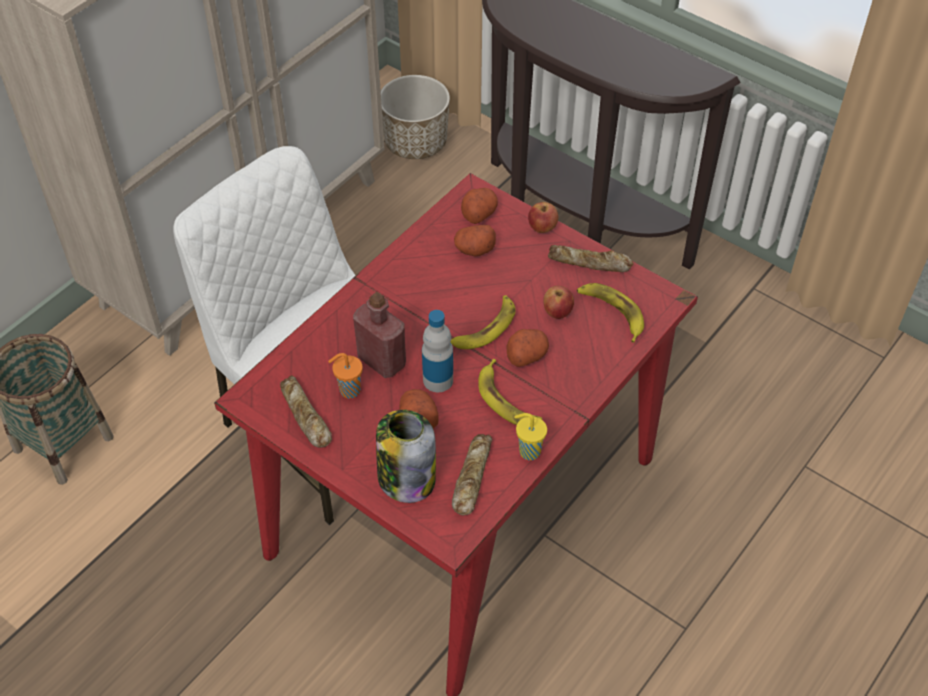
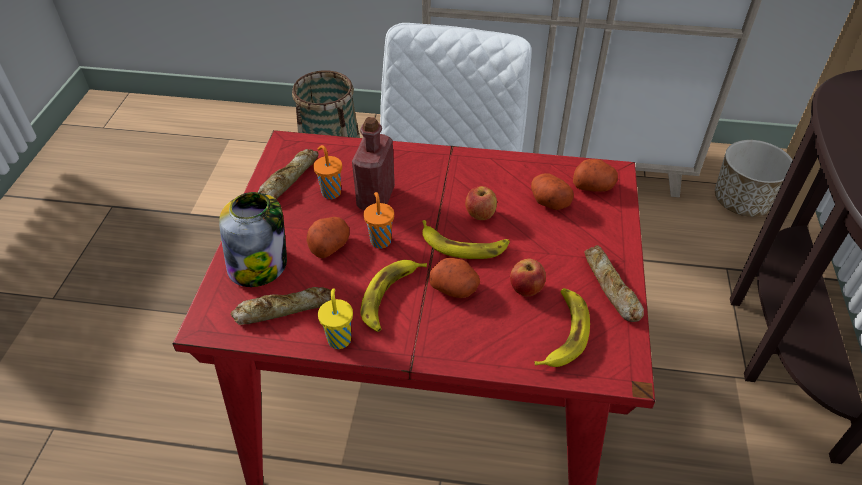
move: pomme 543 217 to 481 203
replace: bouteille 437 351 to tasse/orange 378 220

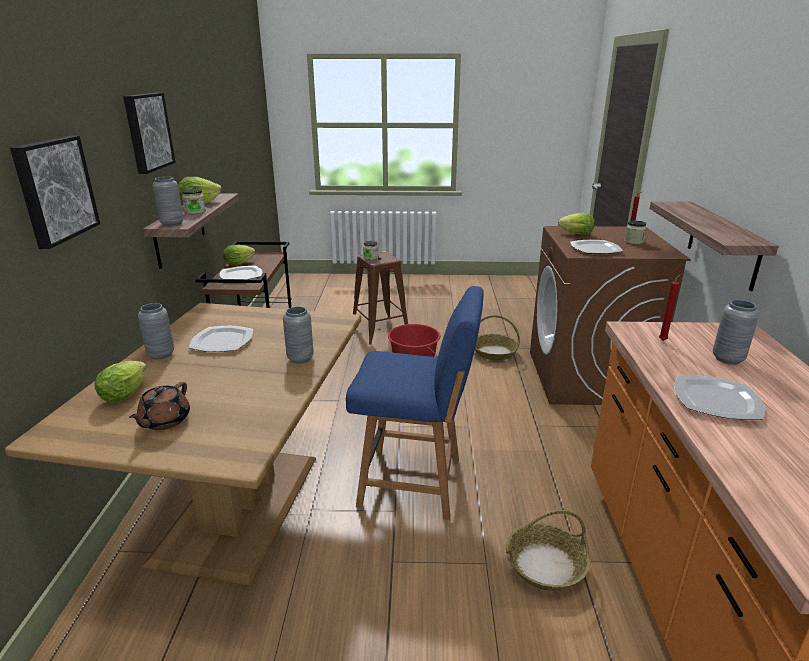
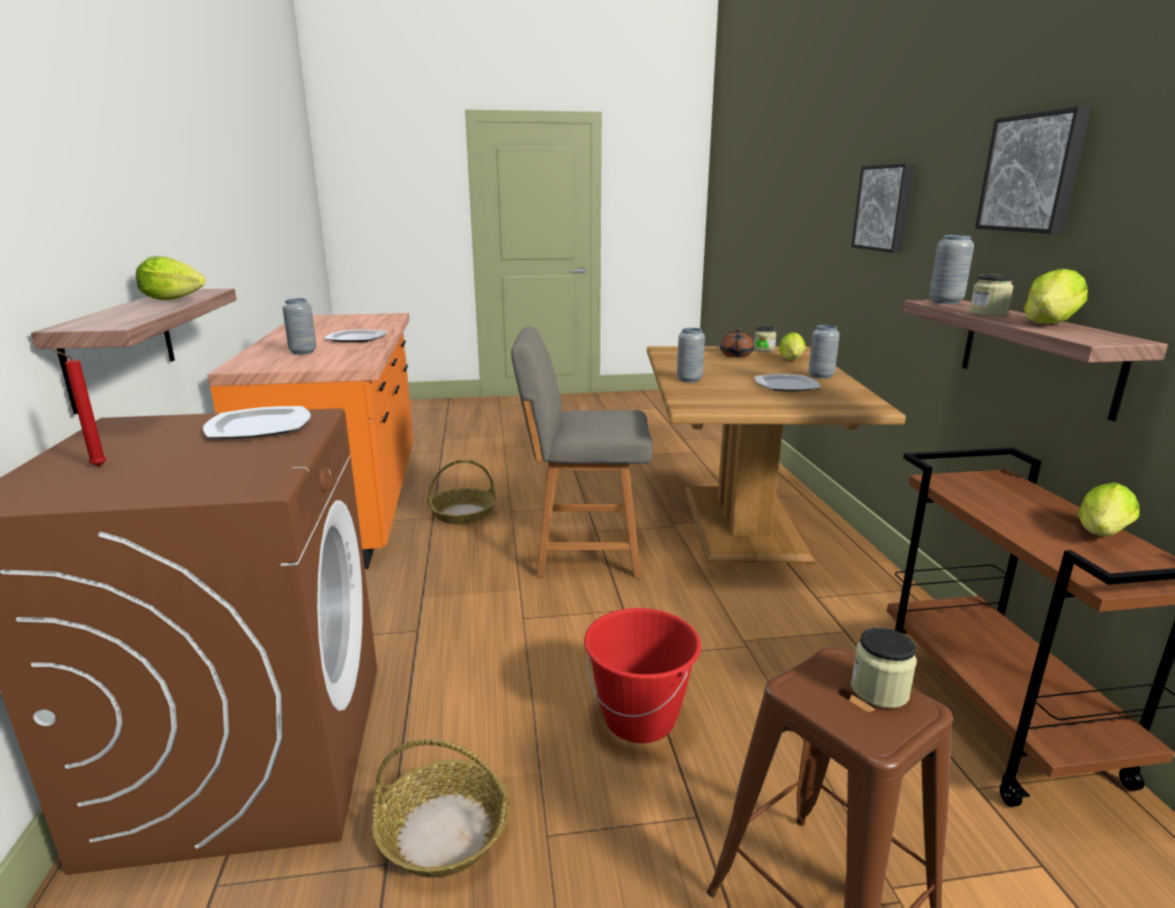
delete: assiette 240 272; bougie/rouge 669 308
move: laitue 576 224 to 171 278; bocal 635 232 to 765 339
recolor: chaise/bleu 415 403 to chaise/gris 581 452

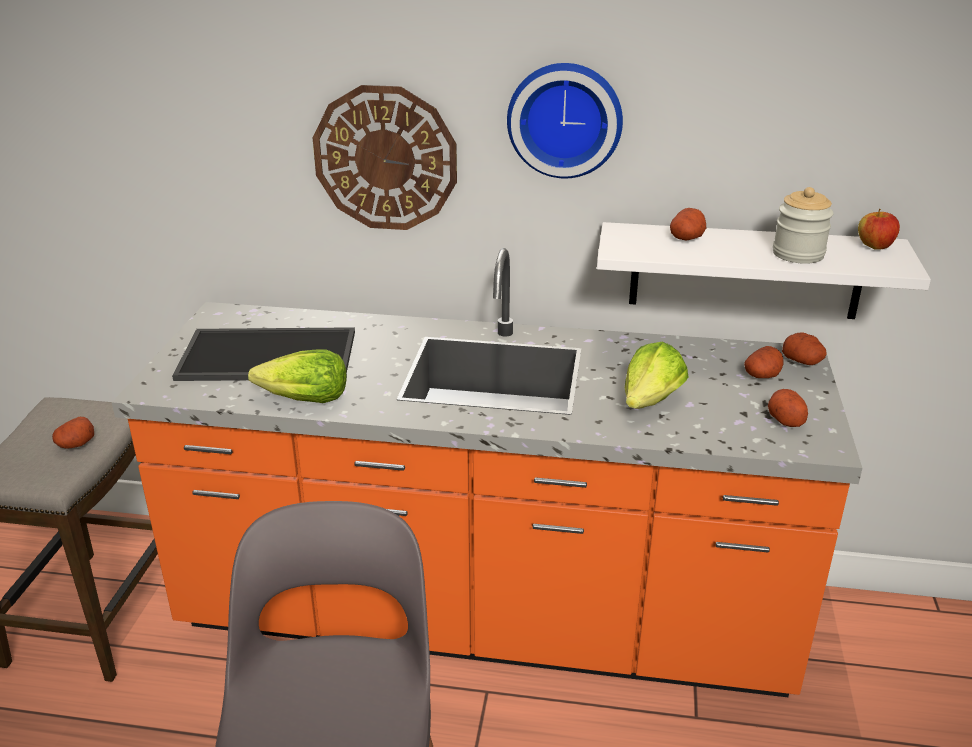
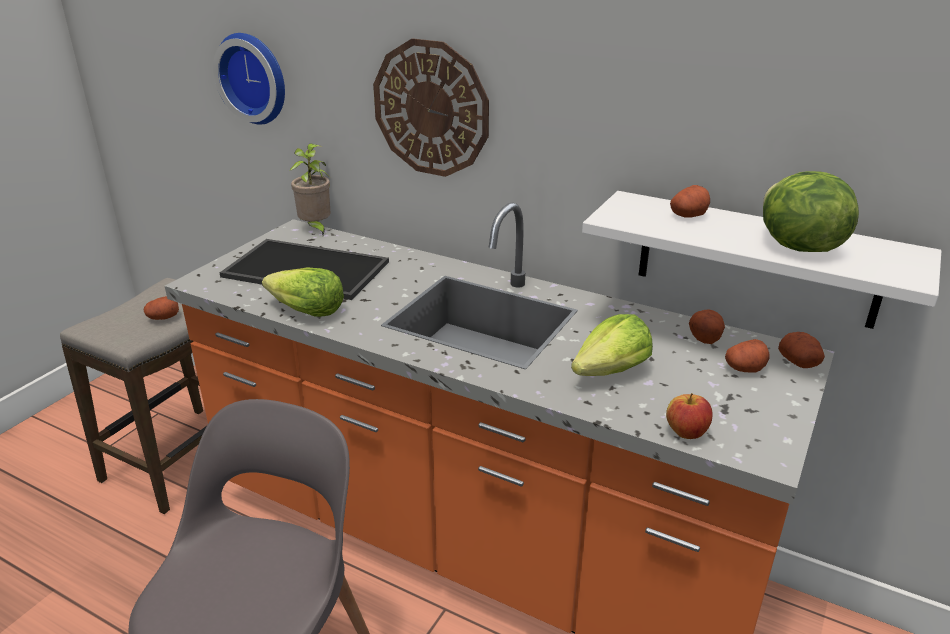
insert: plante en pot 310 189
move: horloge murale 565 120 to 249 79; pomme 879 229 to 689 416; pomme de terre 788 408 to 707 326
replace: bocal 803 225 to laitue 811 211

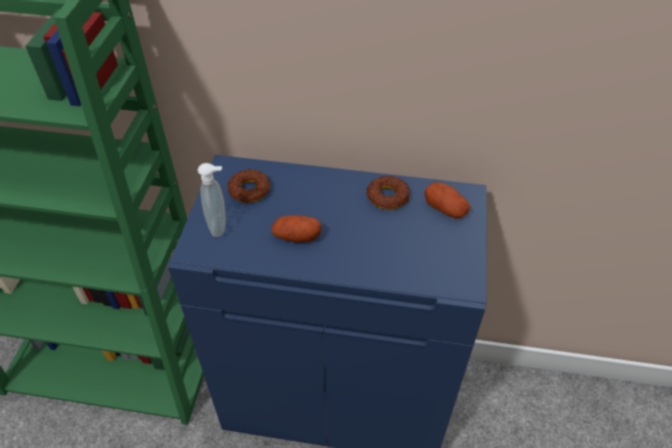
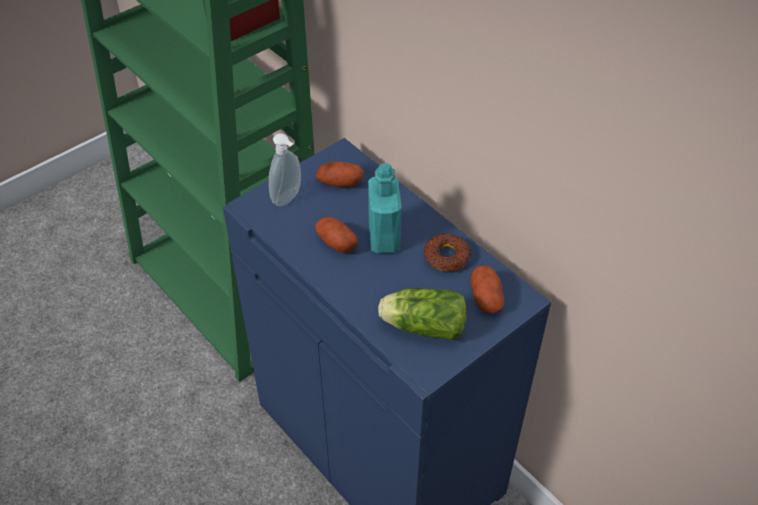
insert: bouteille/turquoise 385 208; laitue 422 314
replace: beignet 248 186 to pomme de terre 340 174

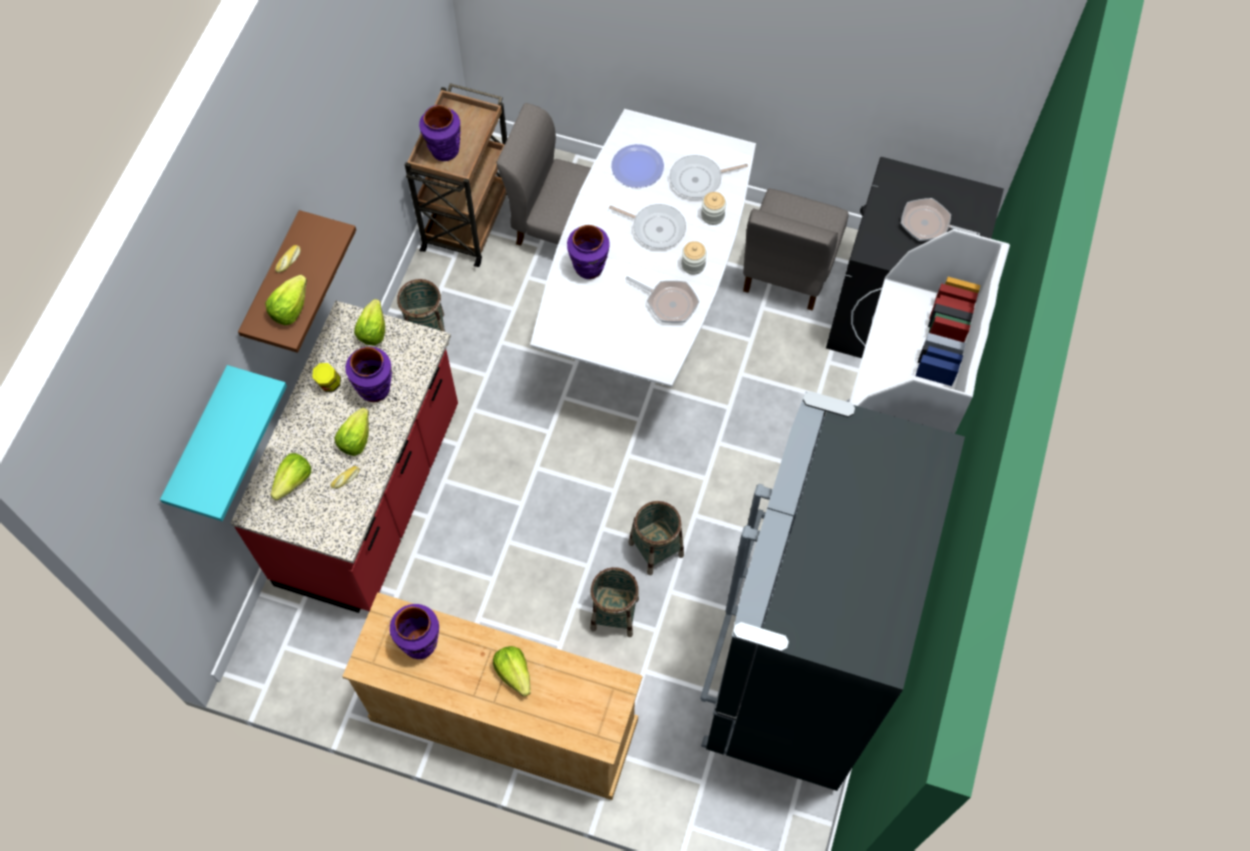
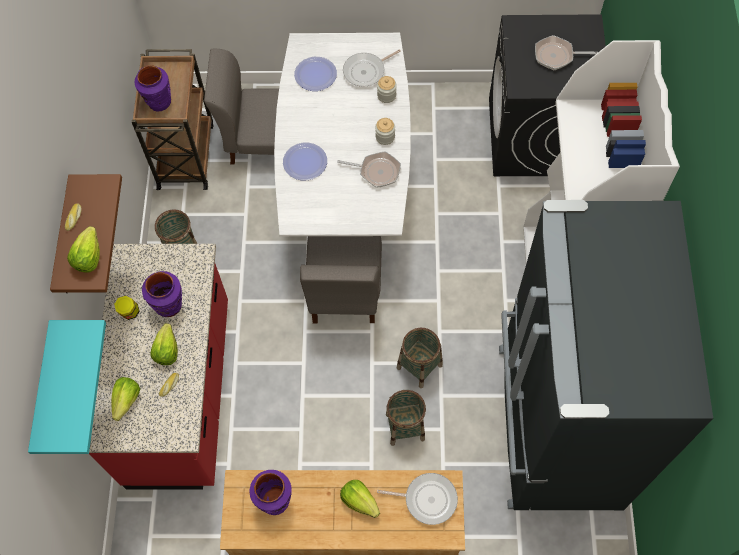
delete: laitue 369 322
move: chaise/gris 796 249 to 341 279; poêle 647 226 to 417 499
replace: vase/violet 588 252 to assiette 305 161

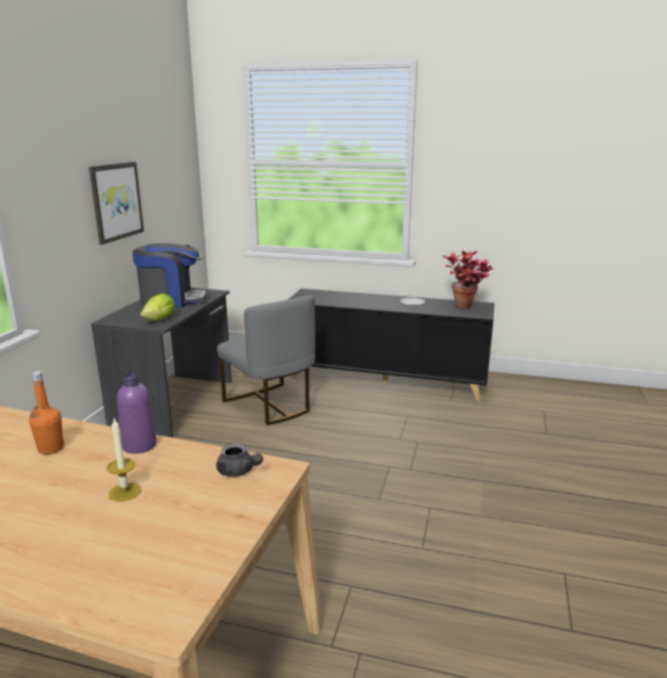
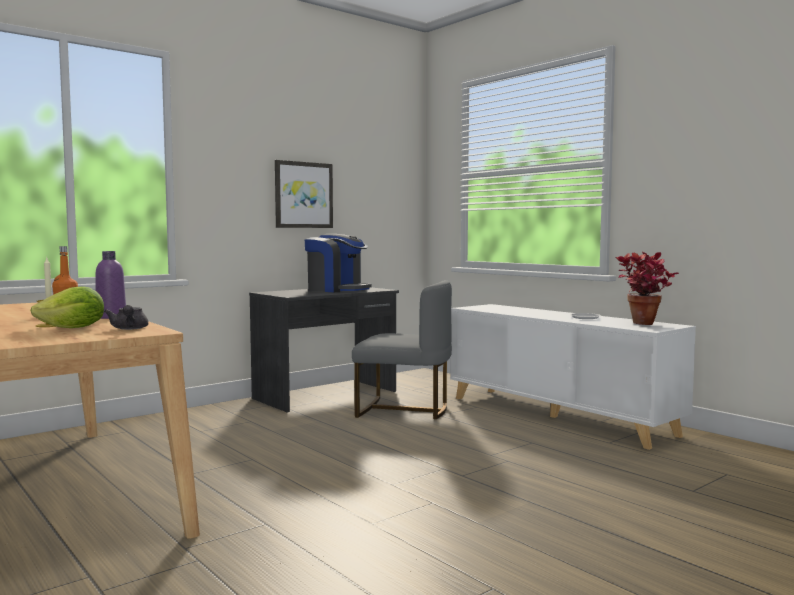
move: laitue 157 307 to 67 307
recolor: meuble de rangement/noir 391 345 to meuble de rangement/blanc 573 377
rotate: chaise/gris 266 360 = 402 349 75 degrees counterclockwise

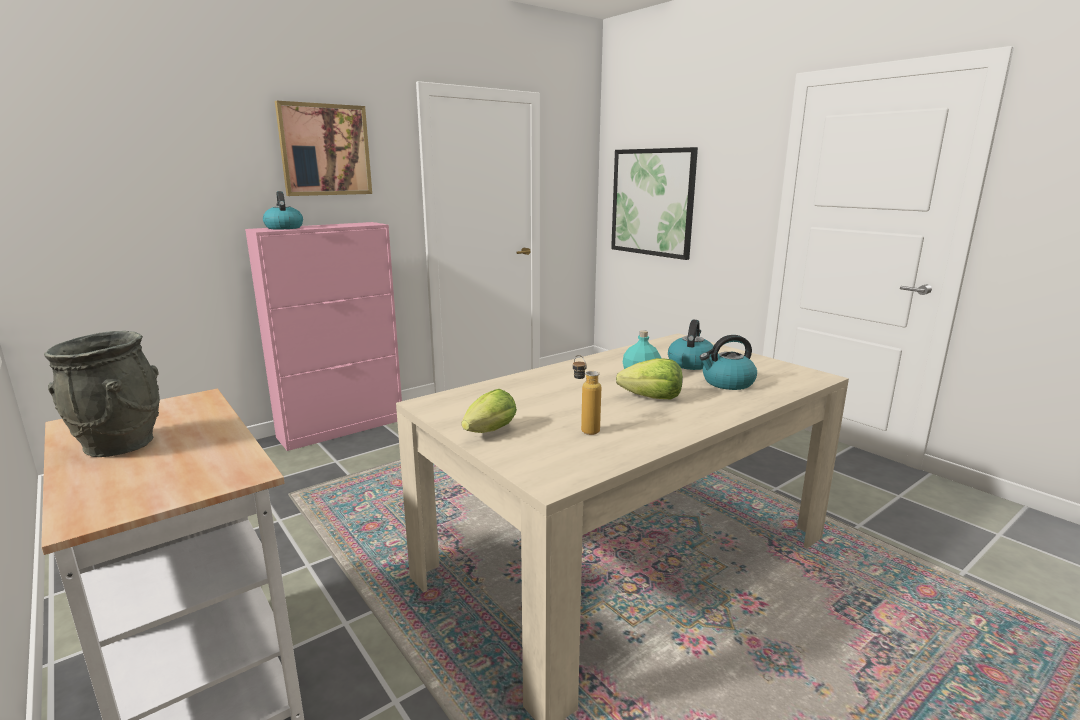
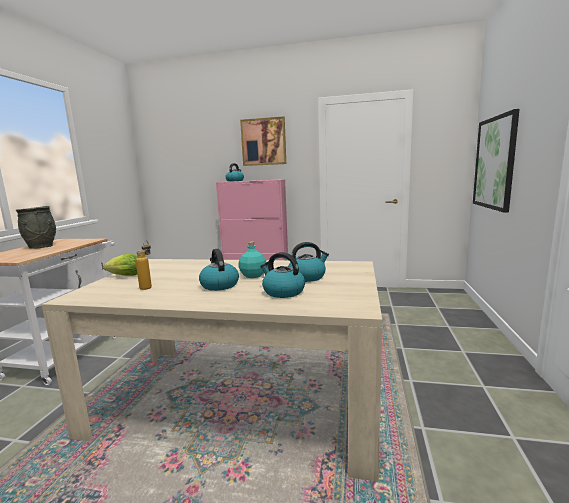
replace: laitue 649 378 to bouilloire 219 270

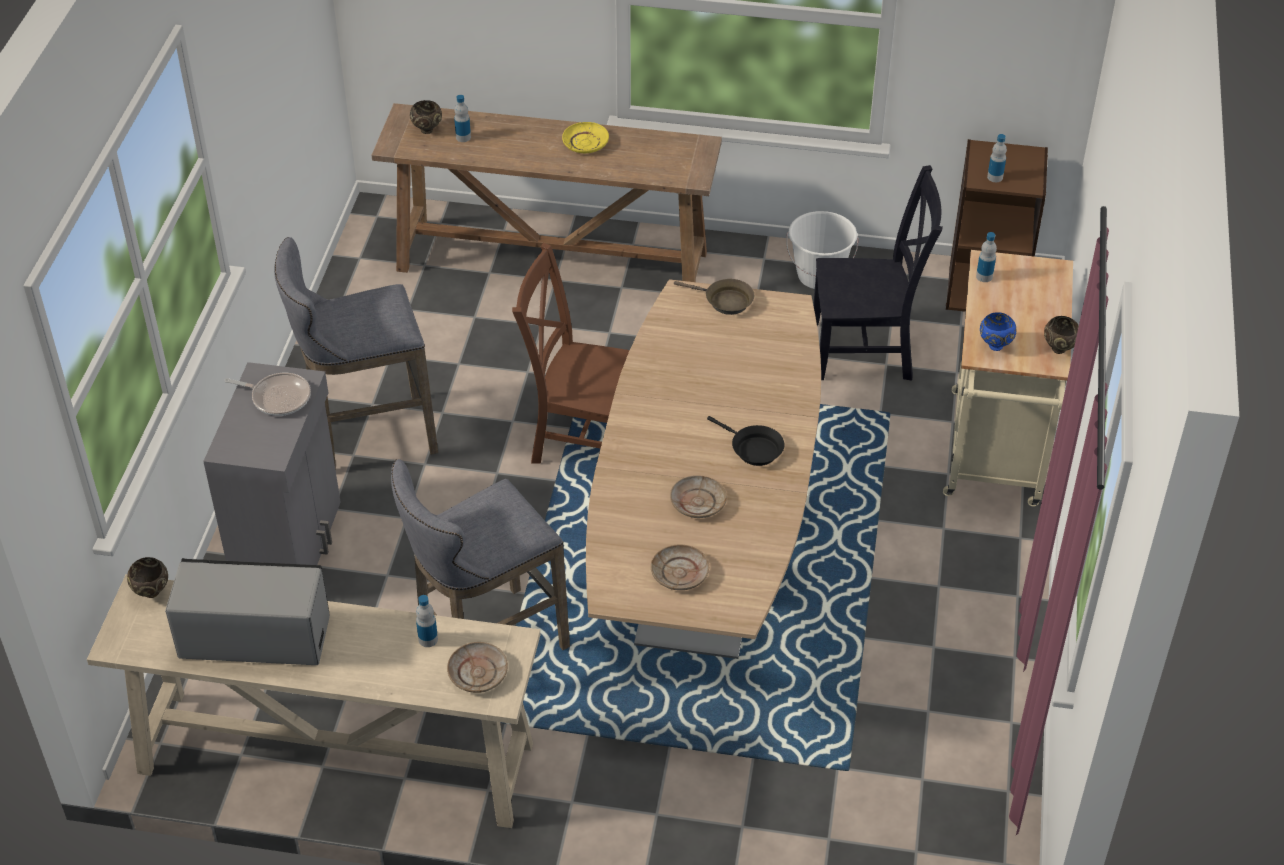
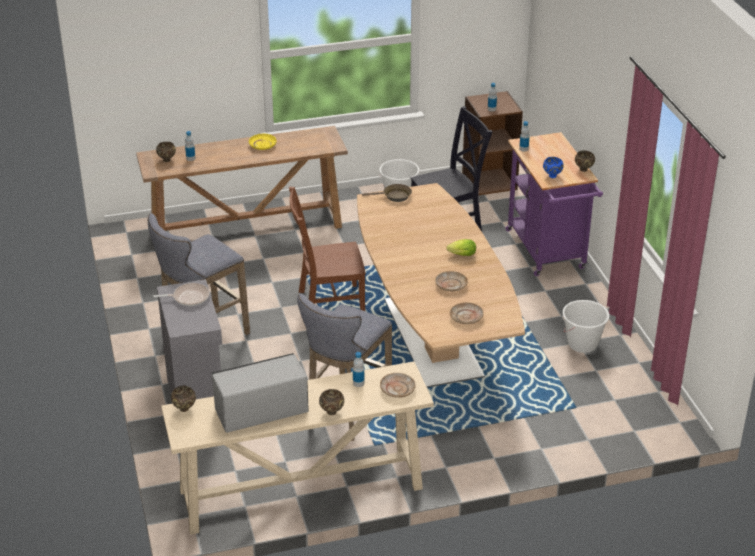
insert: seau/blanc 586 326; bol/marron 331 402
replace: poêle/noir 745 441 to laitue 461 247
recolor: chariot/beige 1008 378 to chariot/violet 554 204

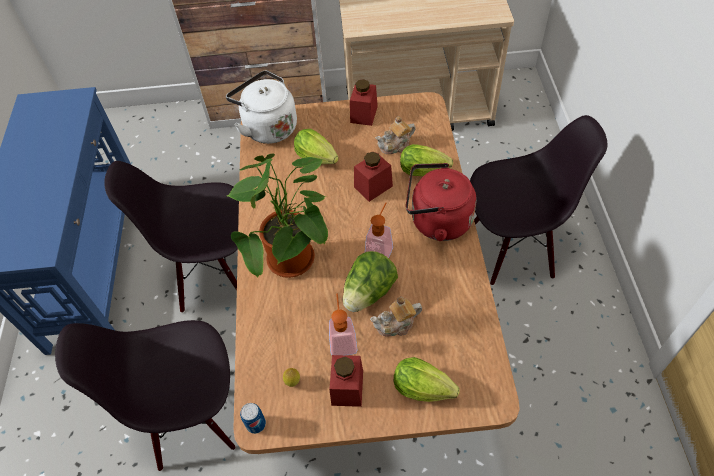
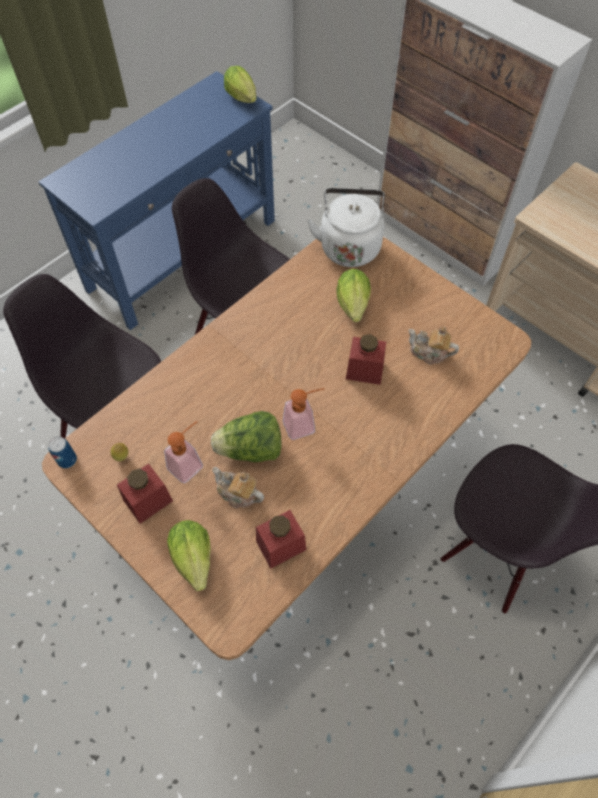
delete: plante en pot 277 216; bouilloire/rouge 441 202
move: bocal/rouge 364 102 to 281 539; laitue 426 160 to 240 84

